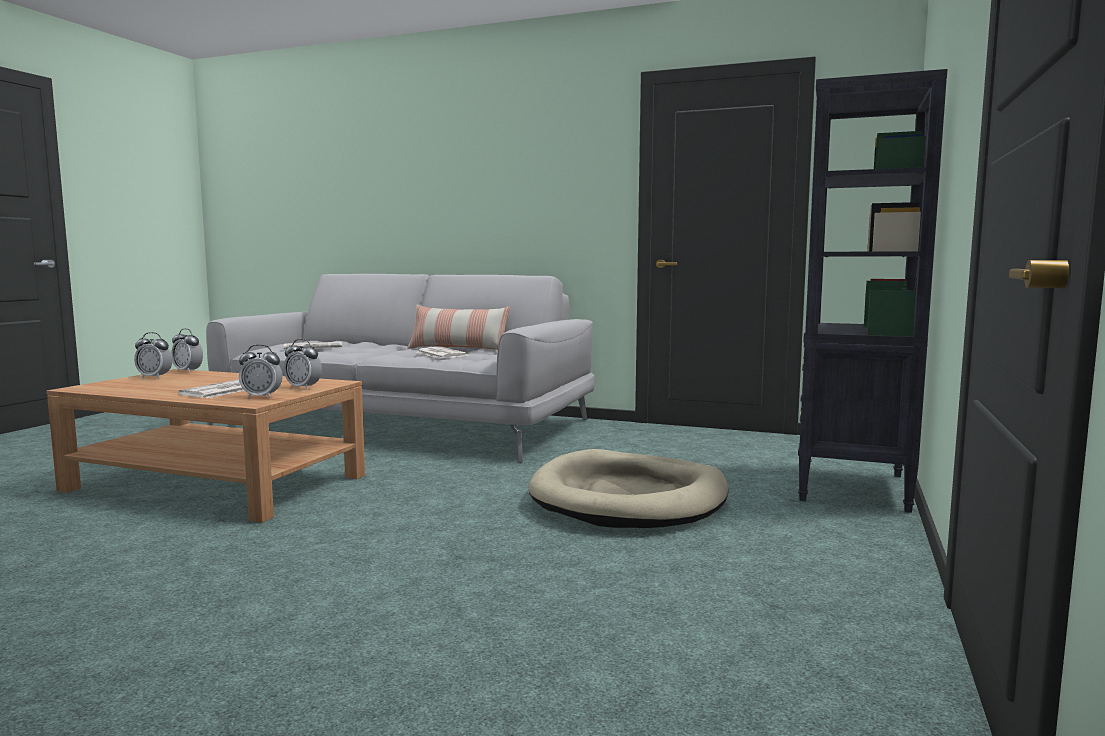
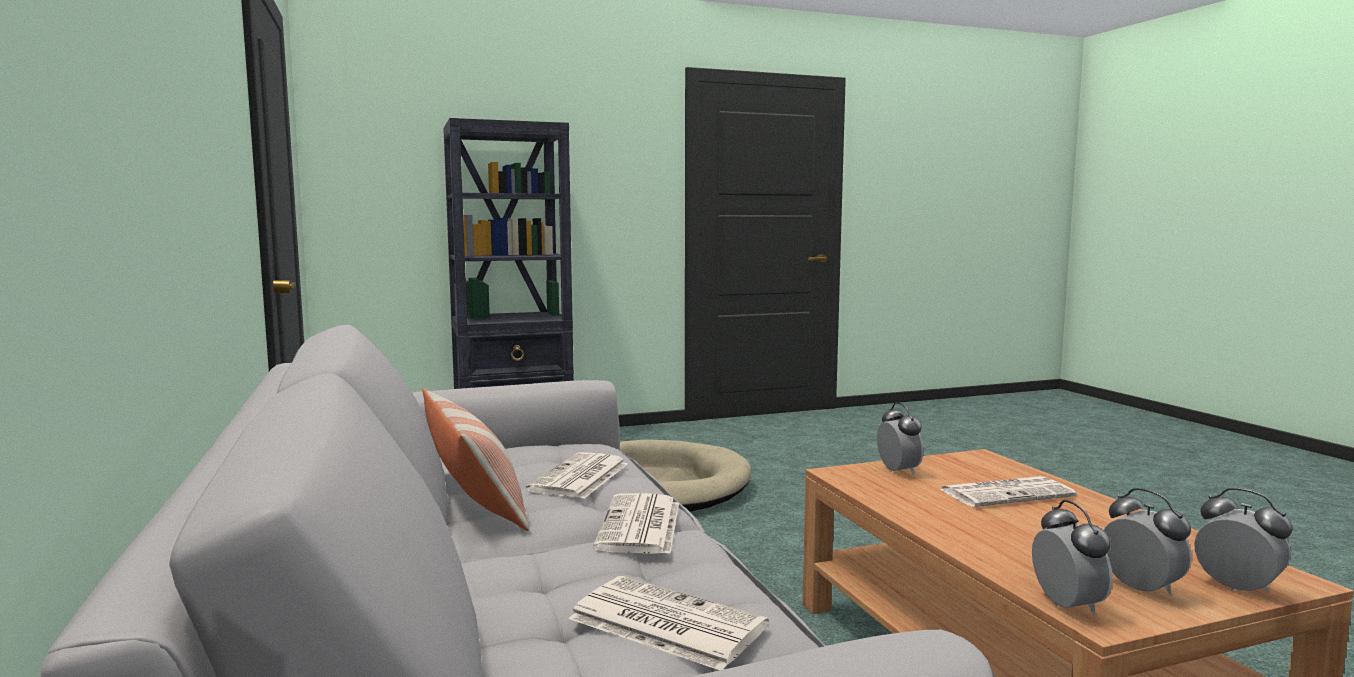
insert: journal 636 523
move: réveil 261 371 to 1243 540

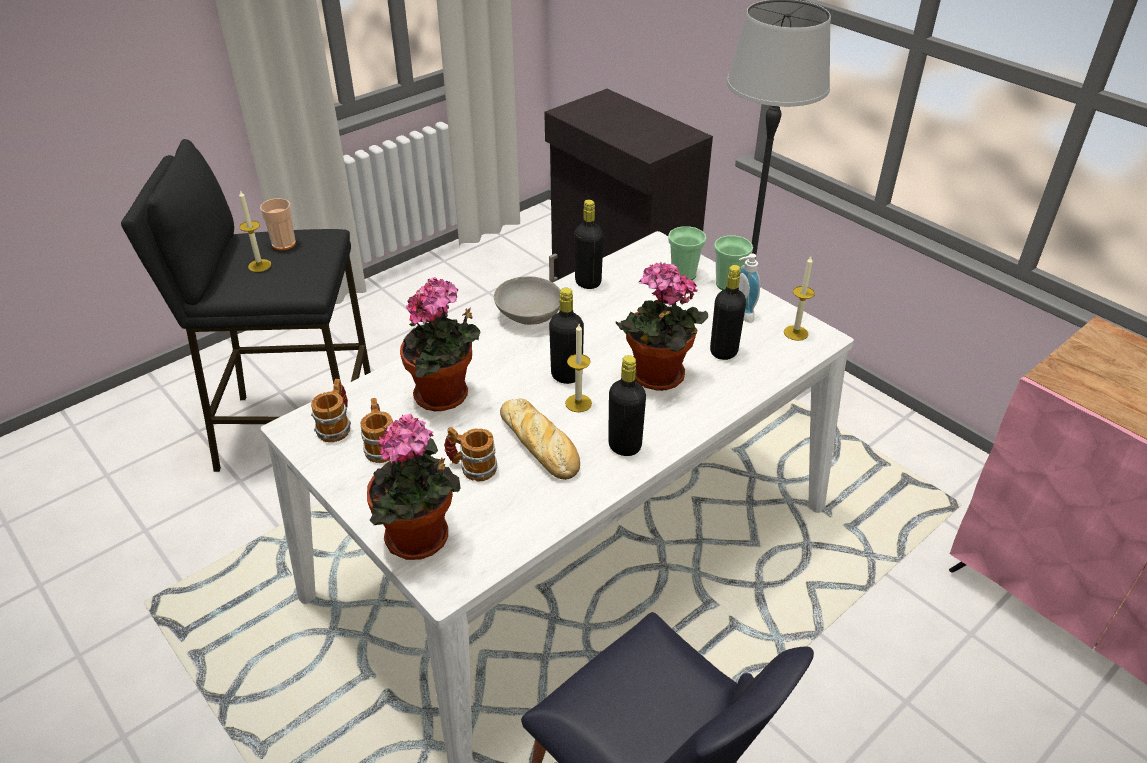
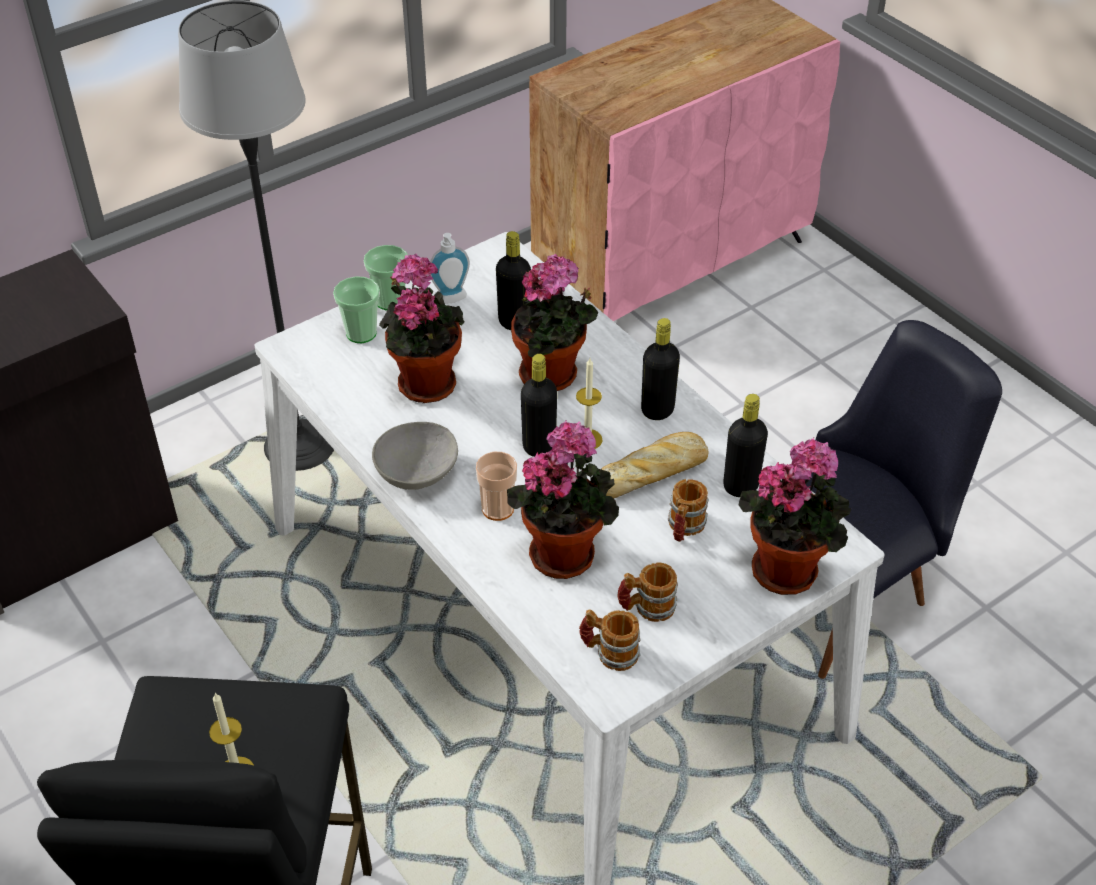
delete: bougie 799 298
insert: plante en pot 421 328
move: tasse 278 224 to 496 486; bouteille/noir 588 244 to 745 445

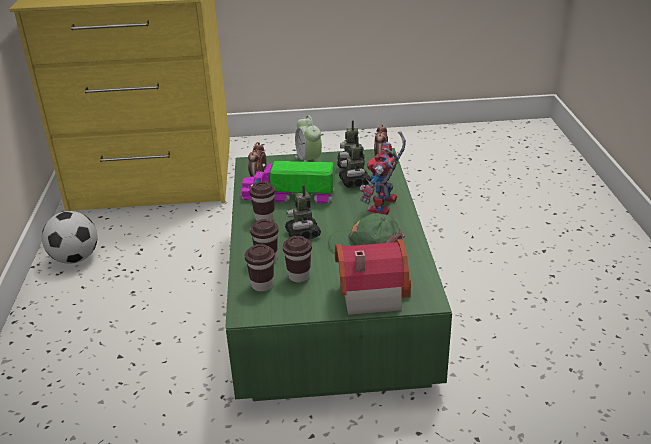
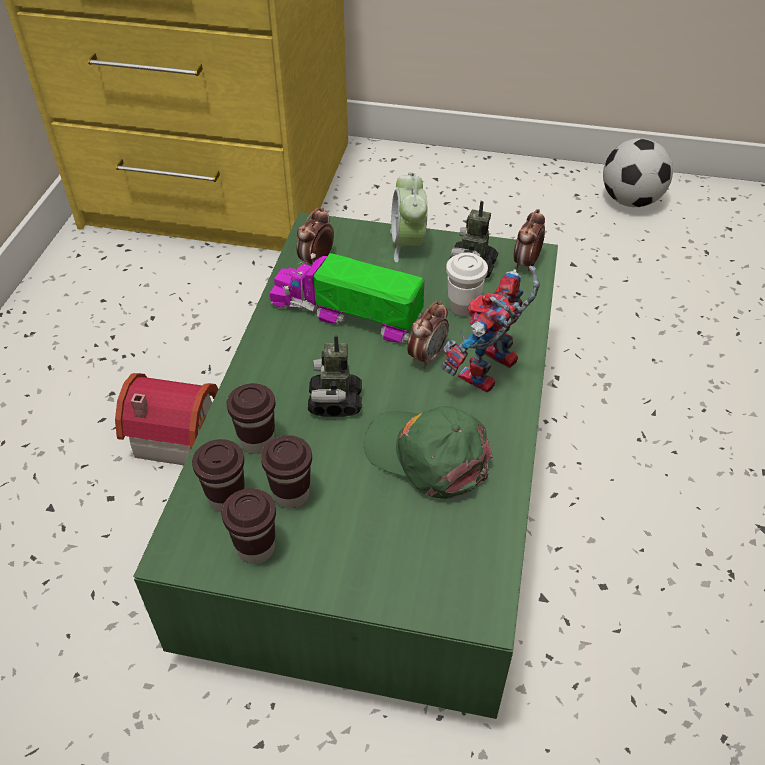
insert: réveil 428 335
move: tasse/marron 262 201 to 248 526; ballon de foot 70 237 to 638 172; maison miniature 373 277 to 166 419
replace: robot jouet 355 162 to tasse/blanc 467 284

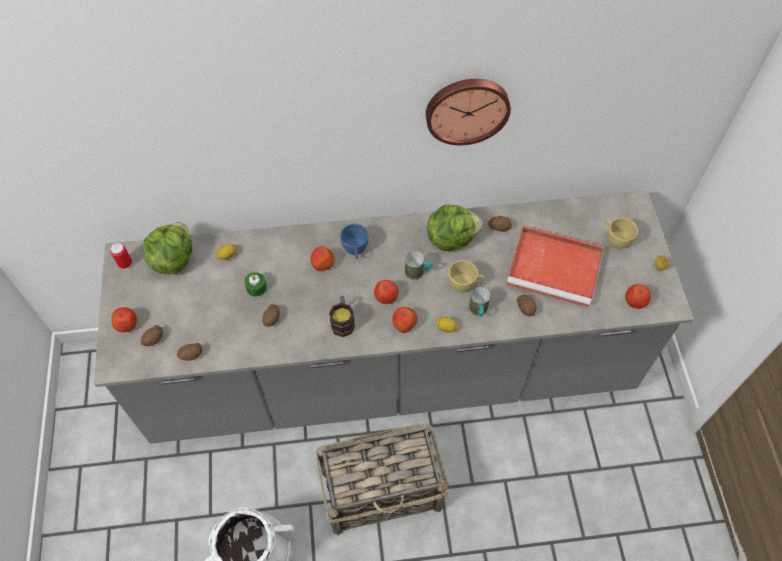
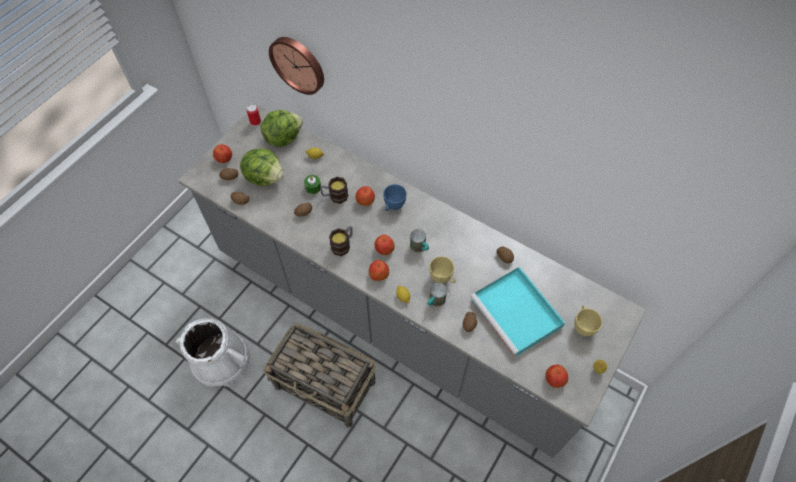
insert: mug 334 190
move: horloge murale 468 112 to 296 66; laitue 455 228 to 262 167
recolor: plateau/rouge 555 266 to plateau/turquoise 517 312

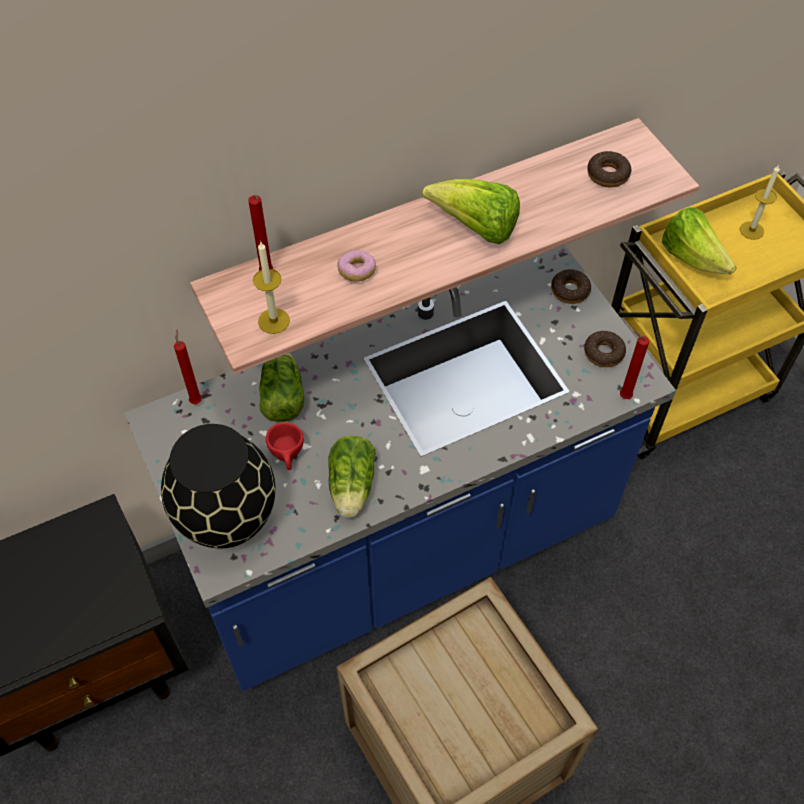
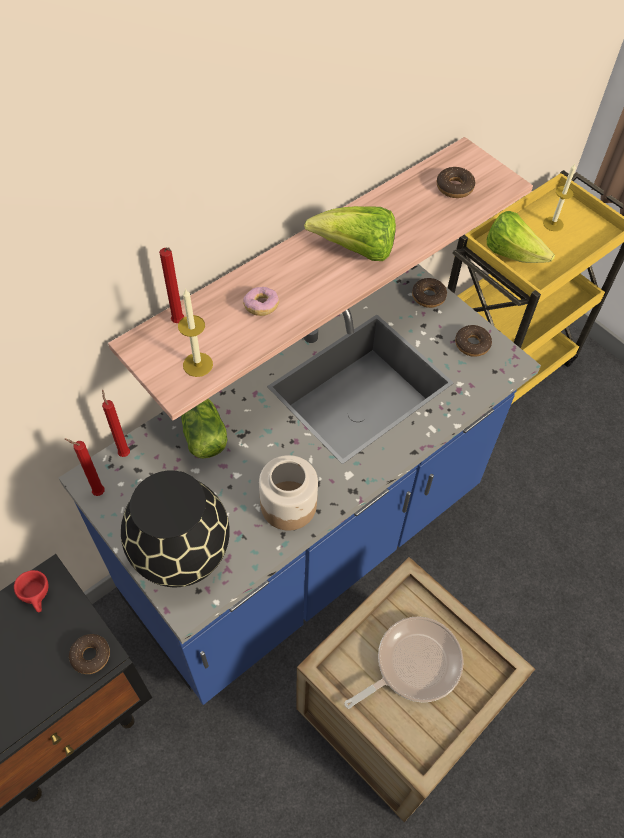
insert: poêle 404 662; beignet 89 654
move: bougie/rouge 634 365 to 85 467; tasse/rouge 285 446 to 31 591
replace: laitue 351 477 to bocal 288 493

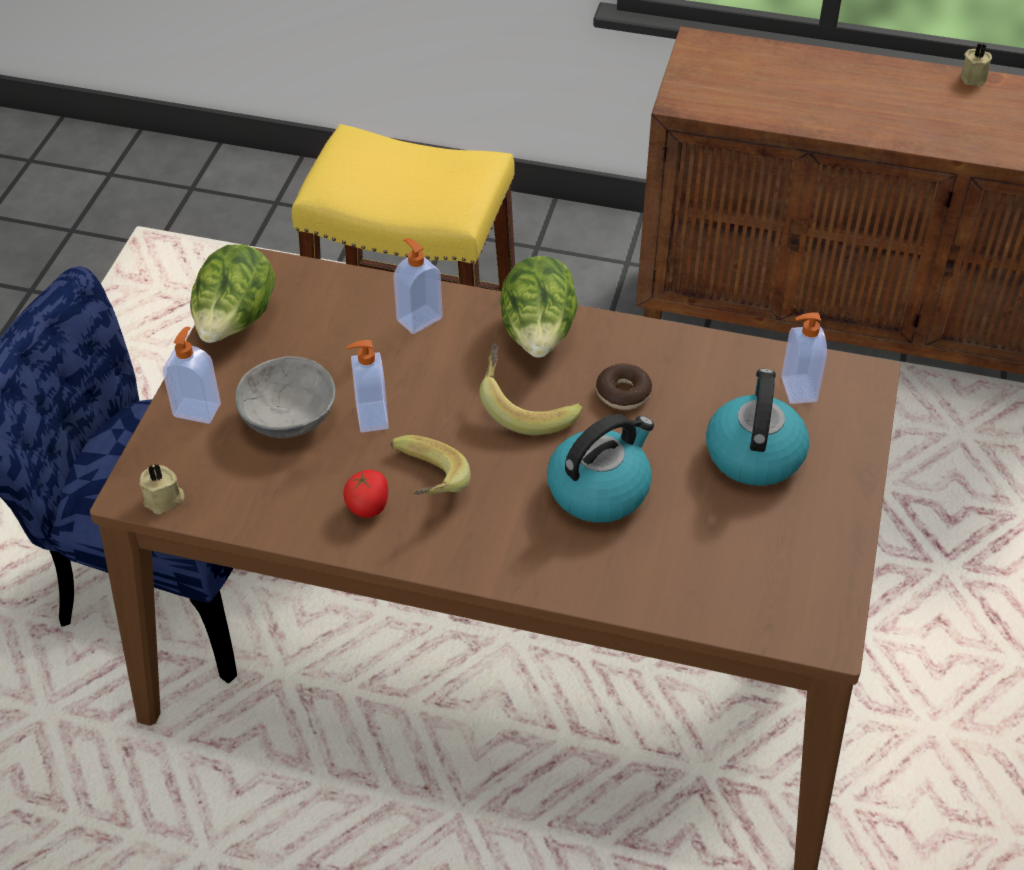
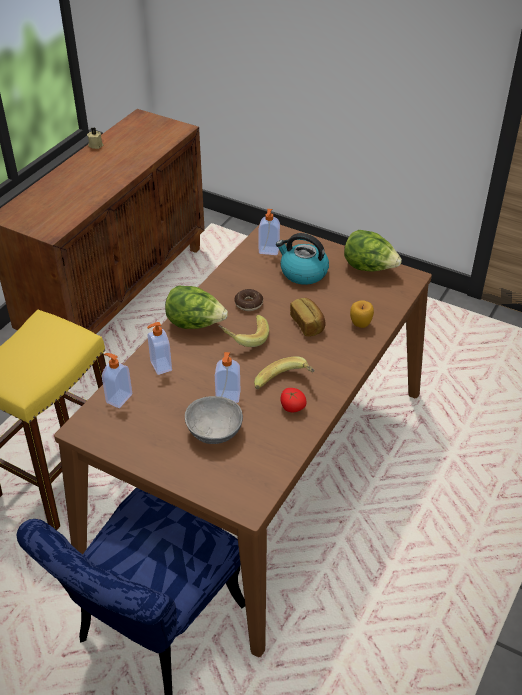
delete: bougie/beige 162 489
insert: pomme 362 314
move: laitue 233 293 to 373 250; distributeur de savon 192 375 to 117 380
replace: bouilloire 600 468 to pain 308 317

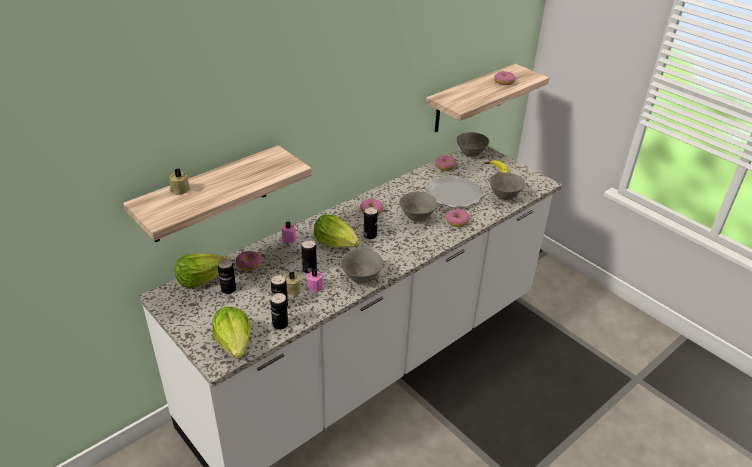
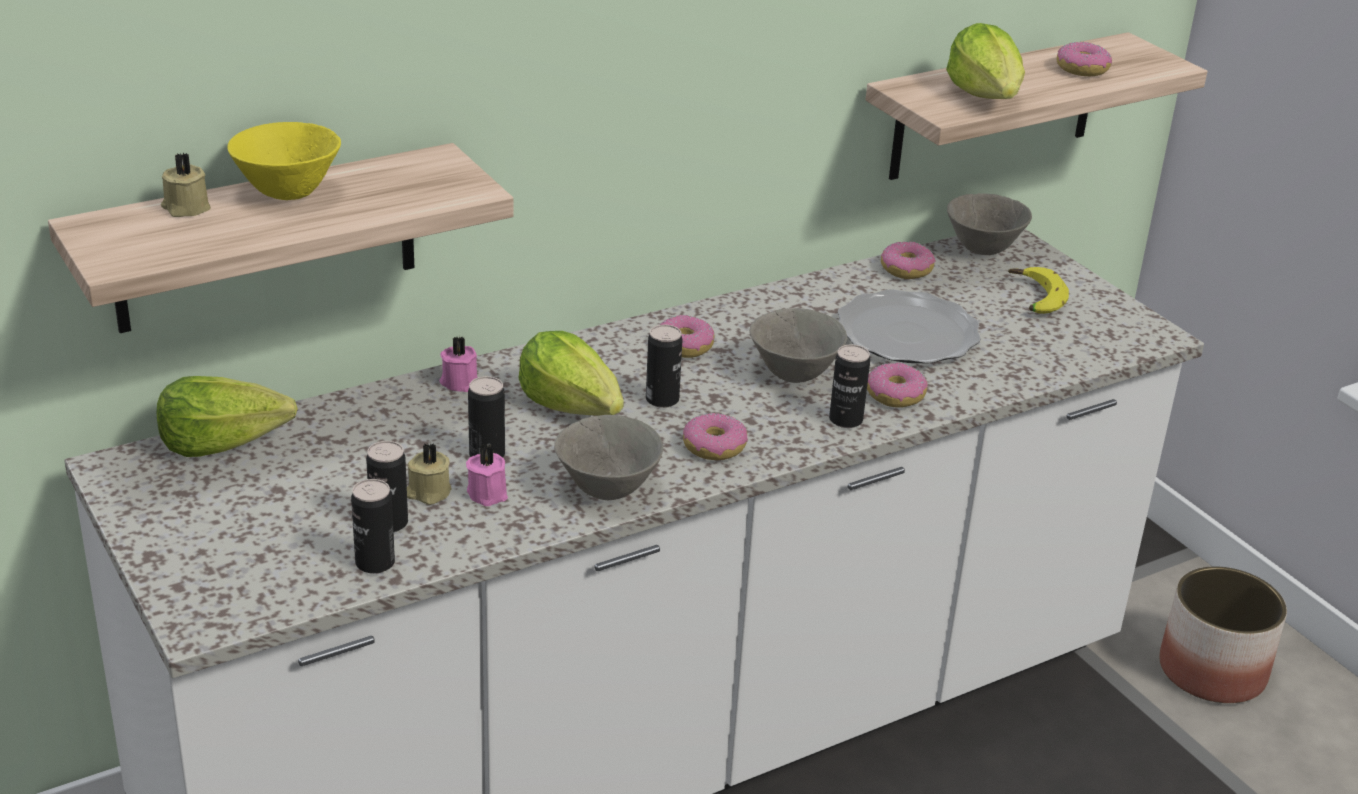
delete: bol/gris 507 186
insert: bol/jaune 284 161; cache-pot 1223 634
move: beignet 249 261 to 715 436; boîte métallique 227 276 to 849 386; laitue 231 333 to 985 61

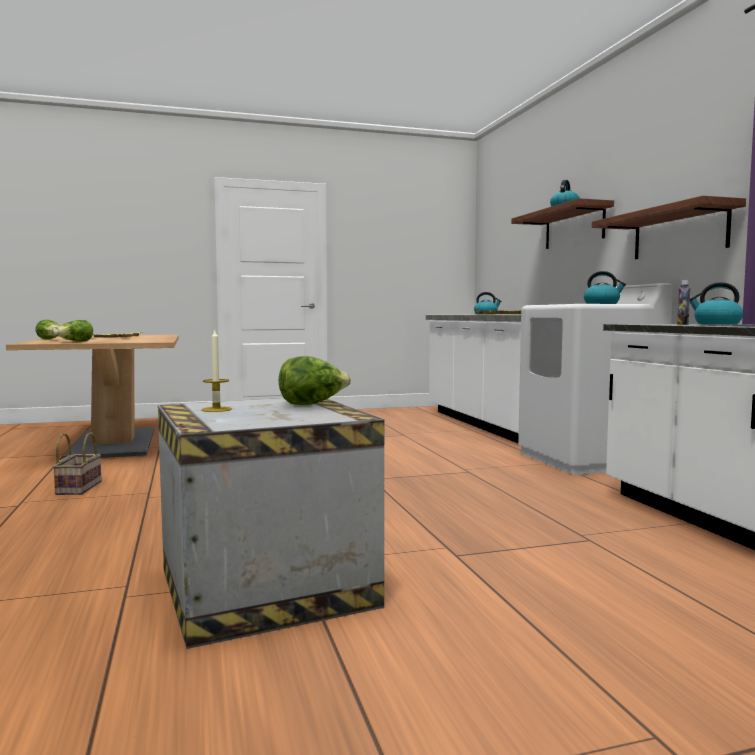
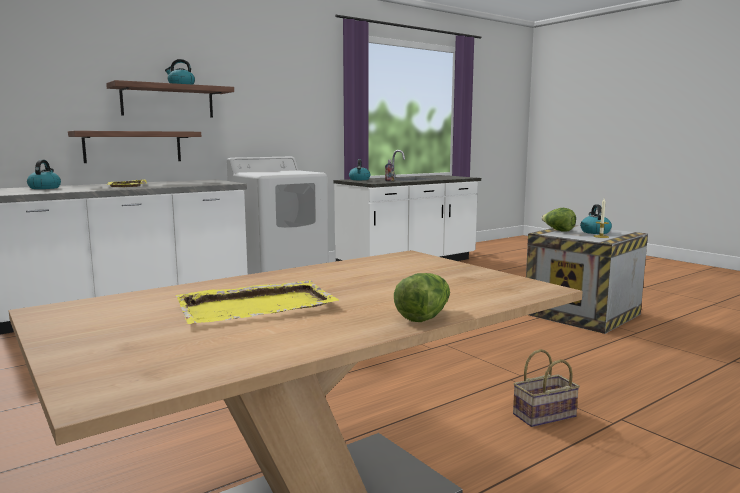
delete: laitue 73 331
move: étagère 669 227 to 134 147; bouilloire 605 287 to 596 219

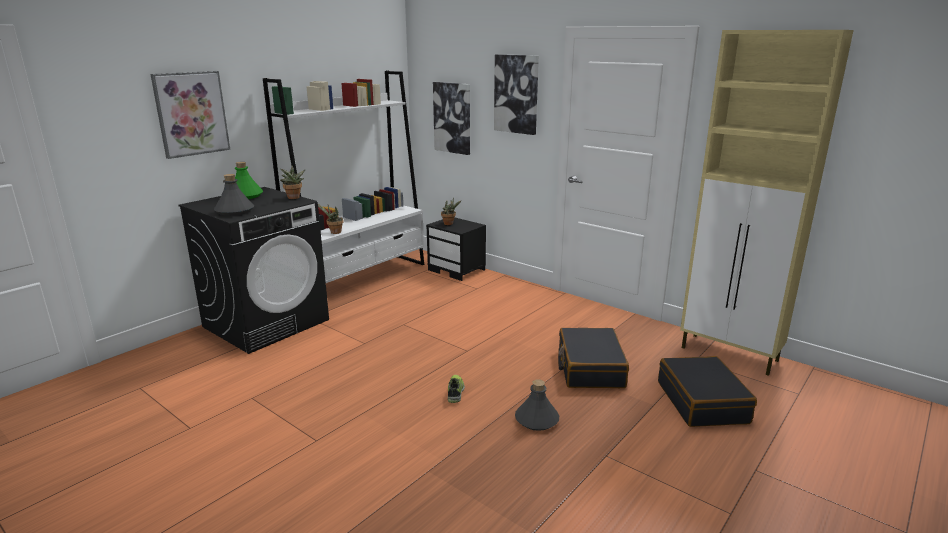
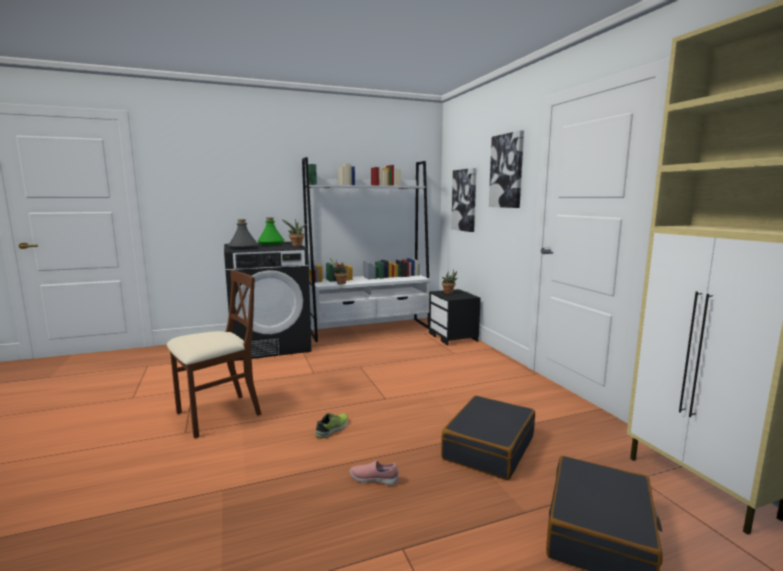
delete: tableau 190 115
insert: chaise/marron 214 354
replace: bouteille/gris 537 405 to chaussure/rose 374 473

